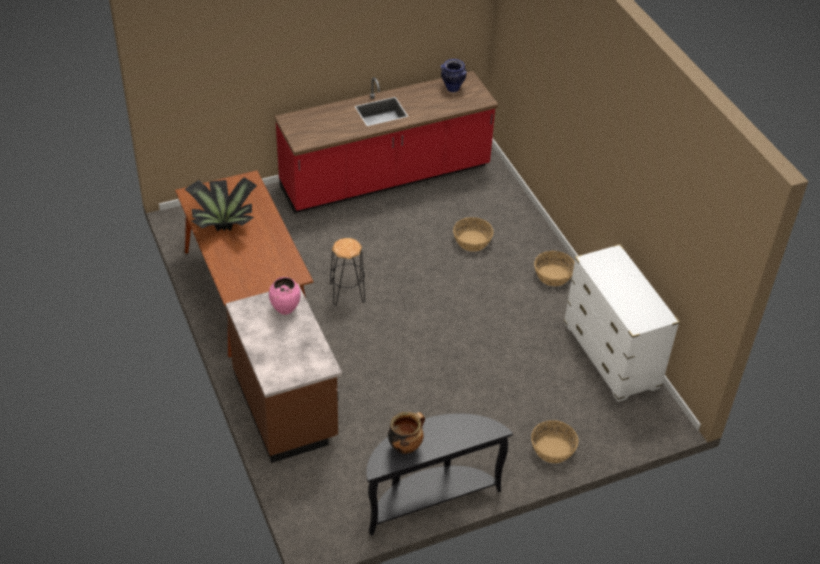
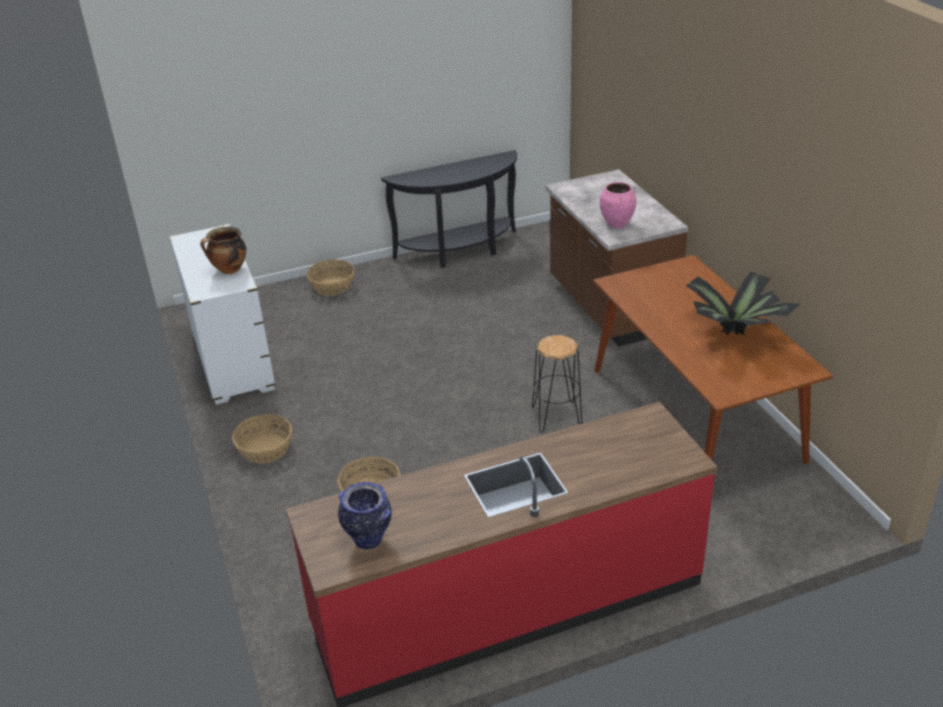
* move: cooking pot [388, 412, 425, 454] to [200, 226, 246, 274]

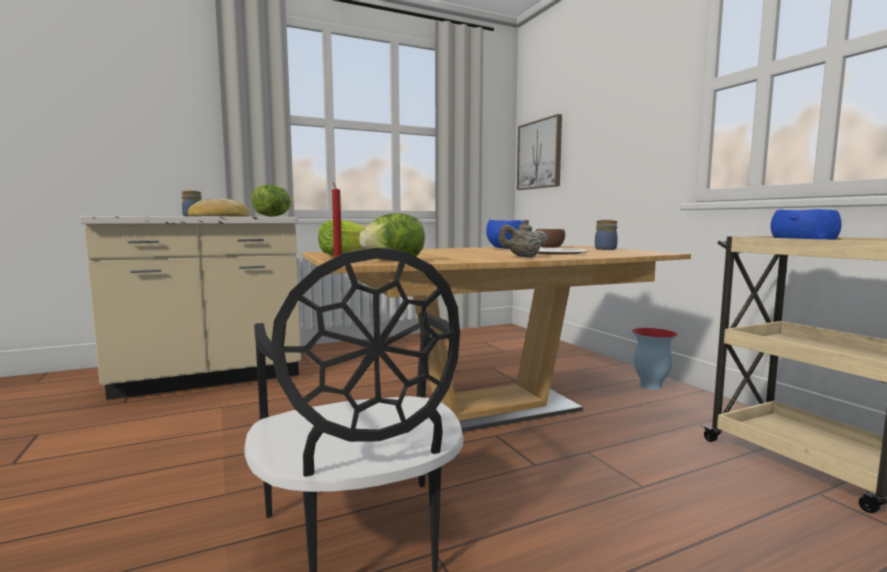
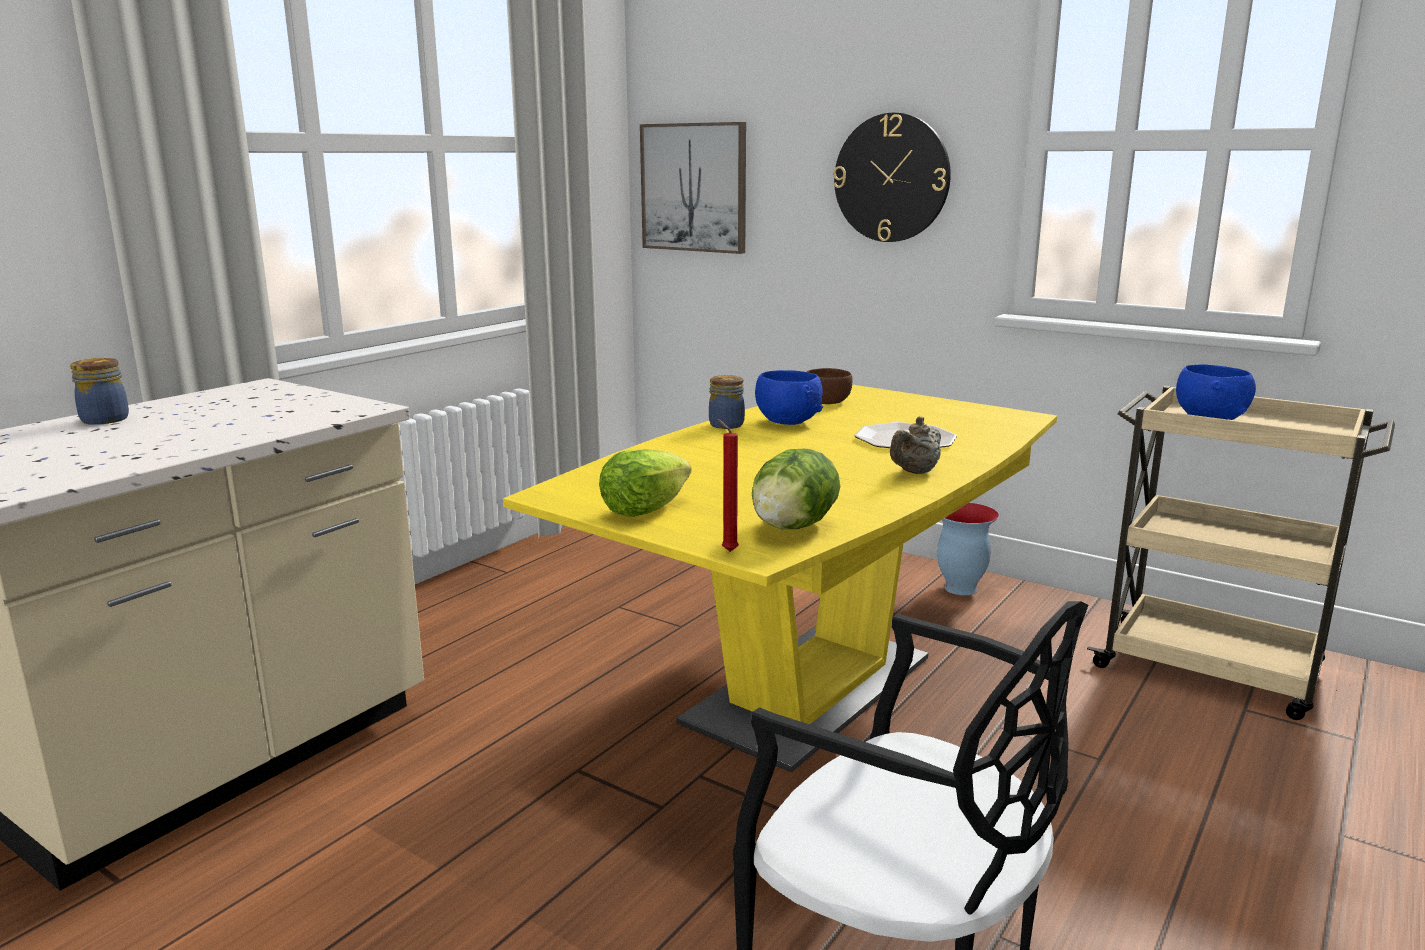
* delete: bread [188, 198, 250, 217]
* delete: lettuce [251, 184, 292, 217]
* insert: wall clock [833, 113, 951, 242]
* move: jar [595, 220, 617, 250] to [709, 375, 745, 429]
* recolor: brown dining table [302, 246, 691, 432] to yellow dining table [503, 385, 1057, 772]

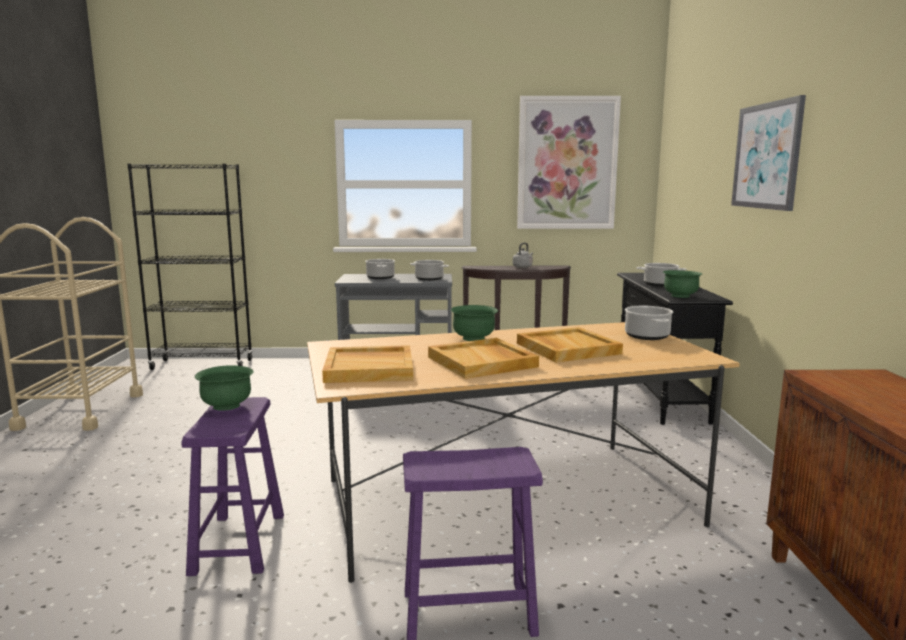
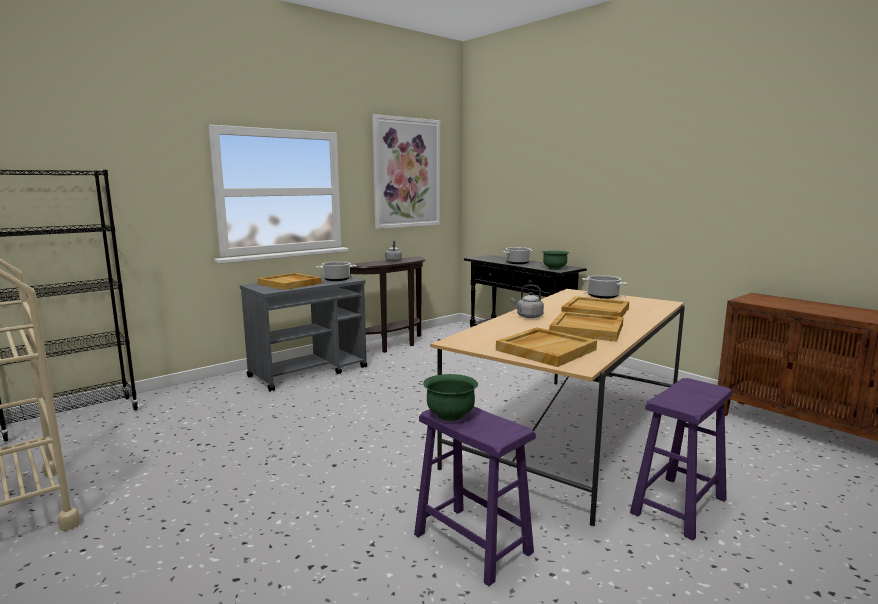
* delete: picture [731, 95, 806, 211]
* replace: cooking pot [365, 259, 395, 279] to beige tray [258, 273, 322, 290]
* replace: green bowl [451, 305, 498, 341] to grey kettle [511, 285, 544, 318]

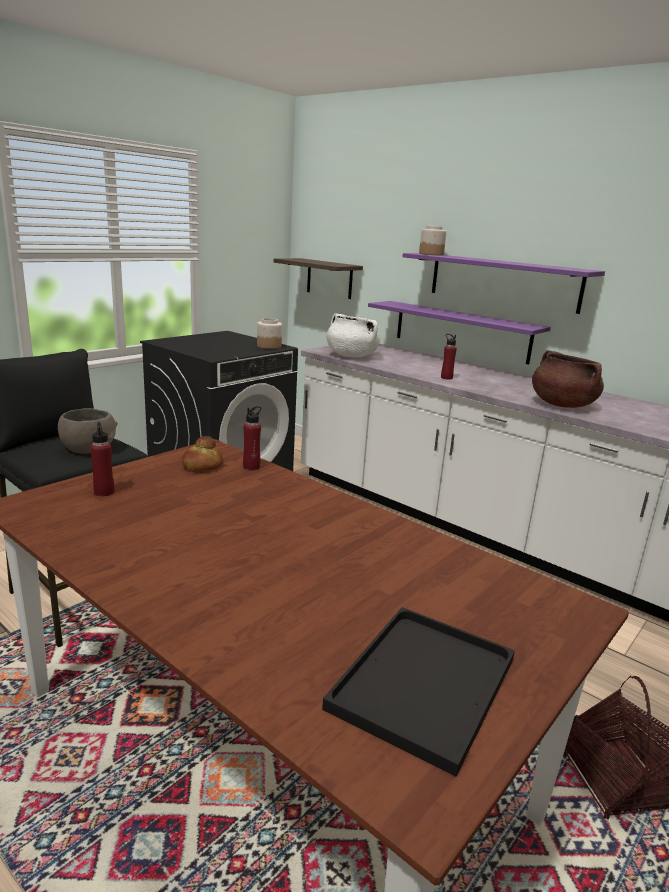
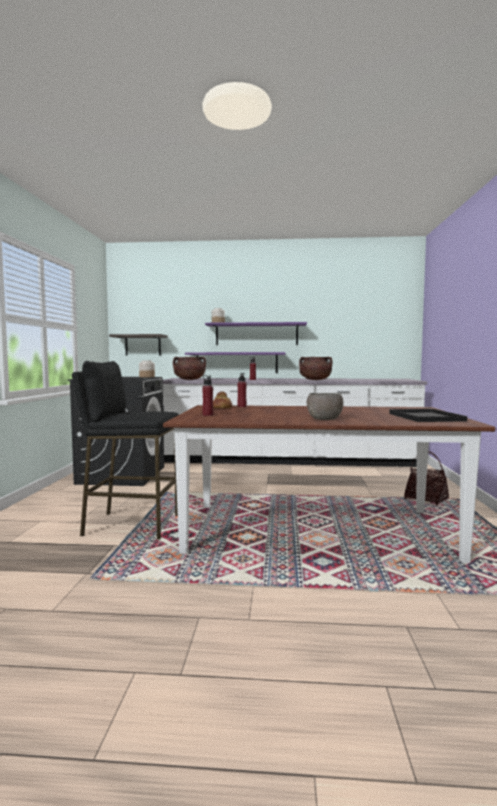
* move: grey bowl [58, 408, 118, 454] to [307, 393, 343, 420]
* recolor: white cooking pot [326, 313, 380, 357] to brown cooking pot [173, 357, 206, 380]

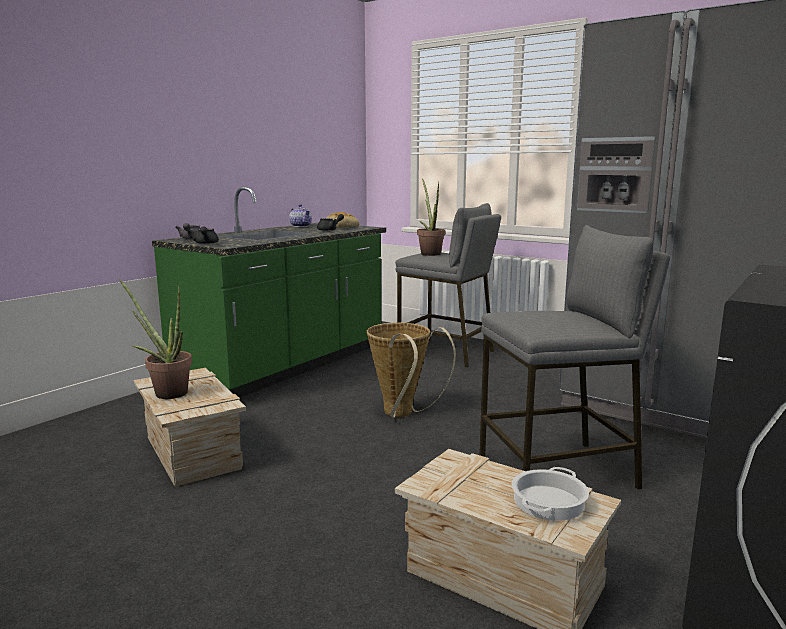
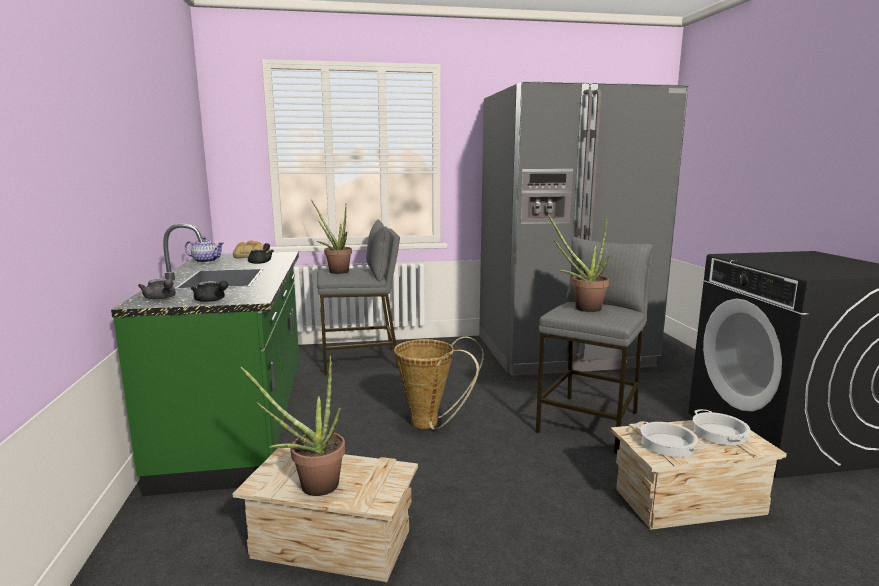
* insert: potted plant [548, 214, 610, 312]
* insert: cooking pot [635, 421, 706, 457]

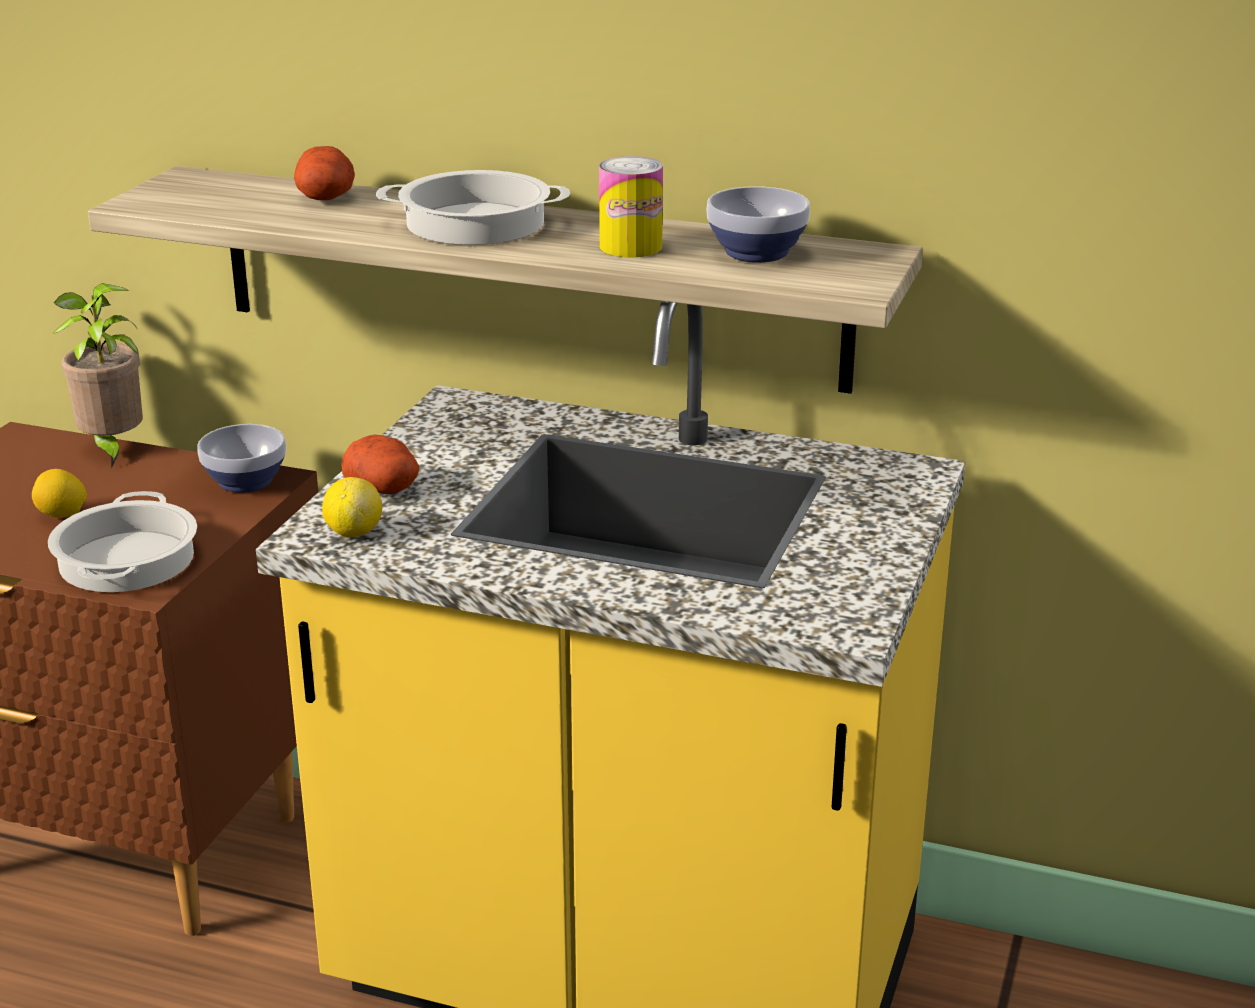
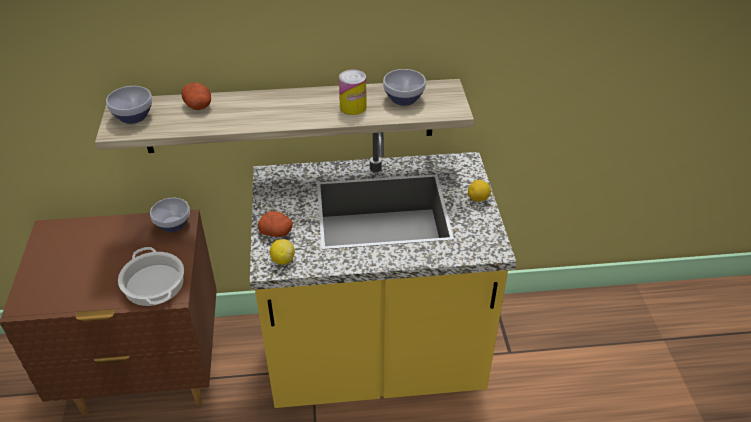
* delete: potted plant [53, 283, 143, 469]
* delete: cooking pot [376, 170, 570, 245]
* insert: bowl [106, 86, 152, 124]
* move: lemon [32, 469, 87, 518] to [468, 180, 491, 202]

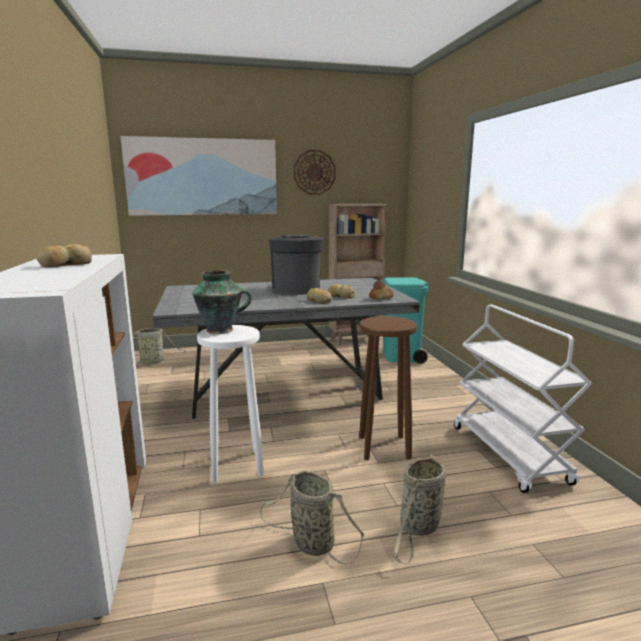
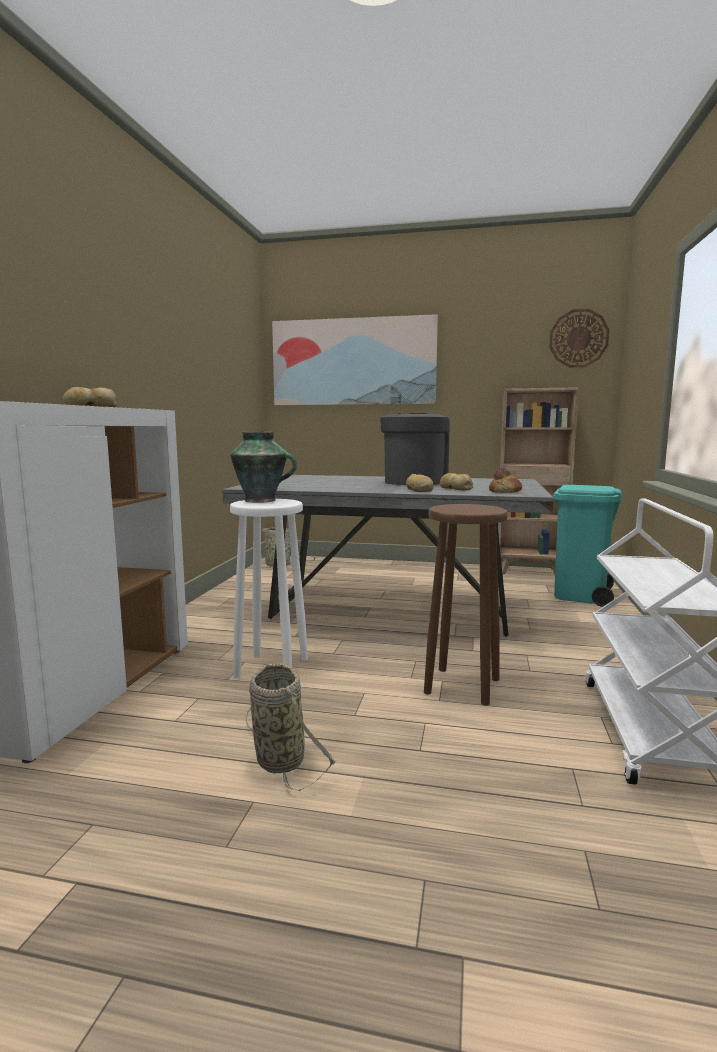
* delete: basket [394, 454, 446, 564]
* move: wall clock [294, 150, 336, 195] to [549, 309, 610, 368]

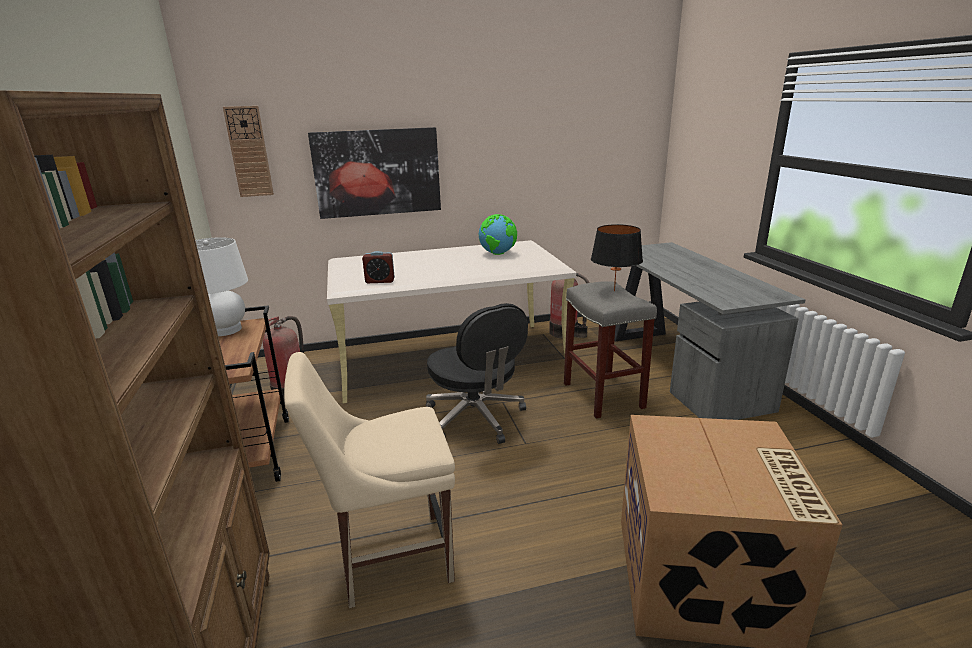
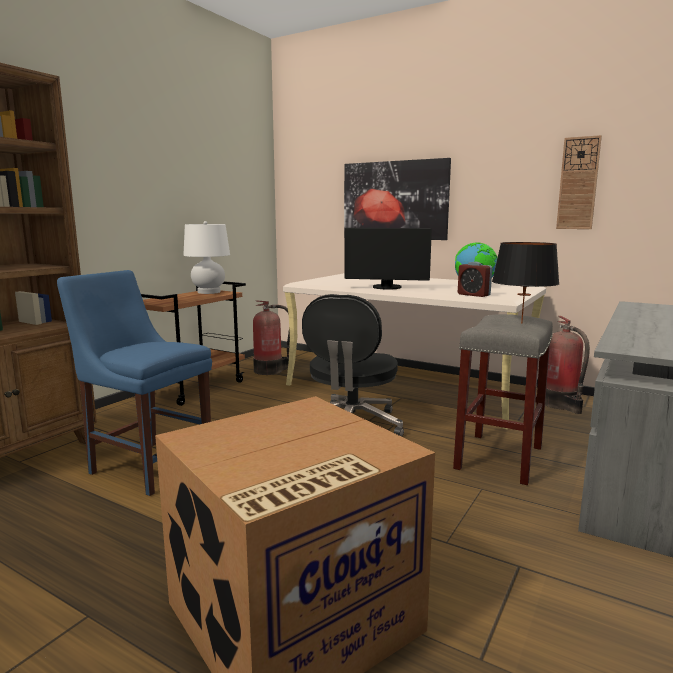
* insert: monitor [344, 228, 432, 289]
* move: wall clock [223, 106, 274, 197] to [556, 135, 602, 229]
* move: alarm clock [362, 251, 395, 283] to [458, 262, 492, 297]
* recolor: beige chair [284, 352, 455, 608] to blue chair [57, 270, 212, 496]

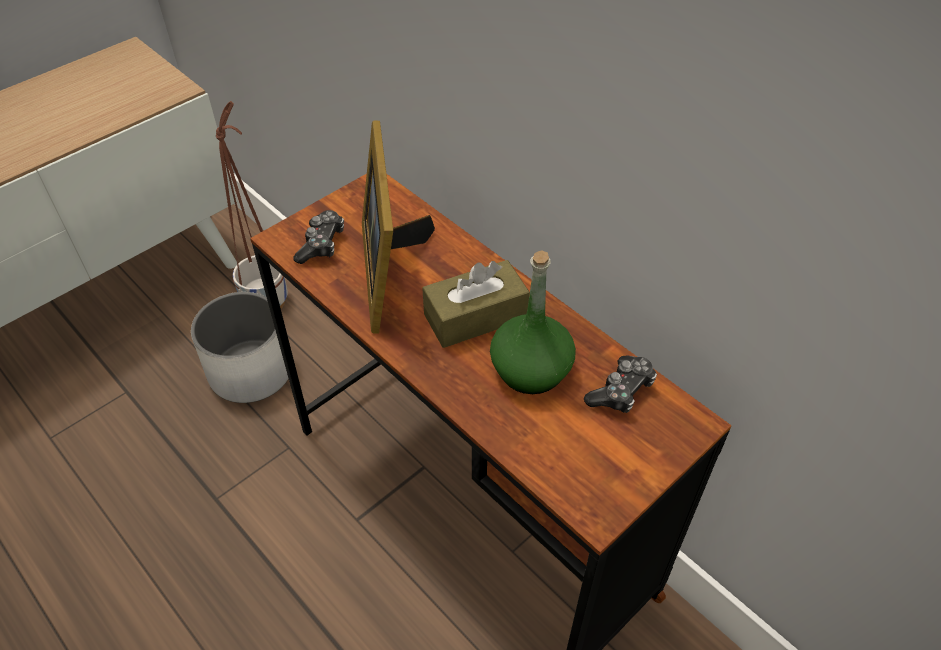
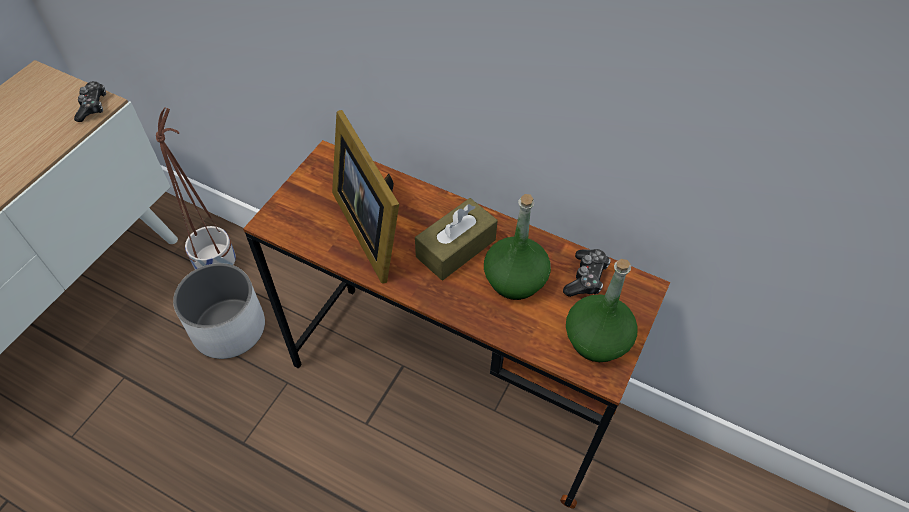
* insert: green bottle [566, 259, 637, 362]
* move: game controller [293, 210, 344, 264] to [74, 81, 106, 122]

